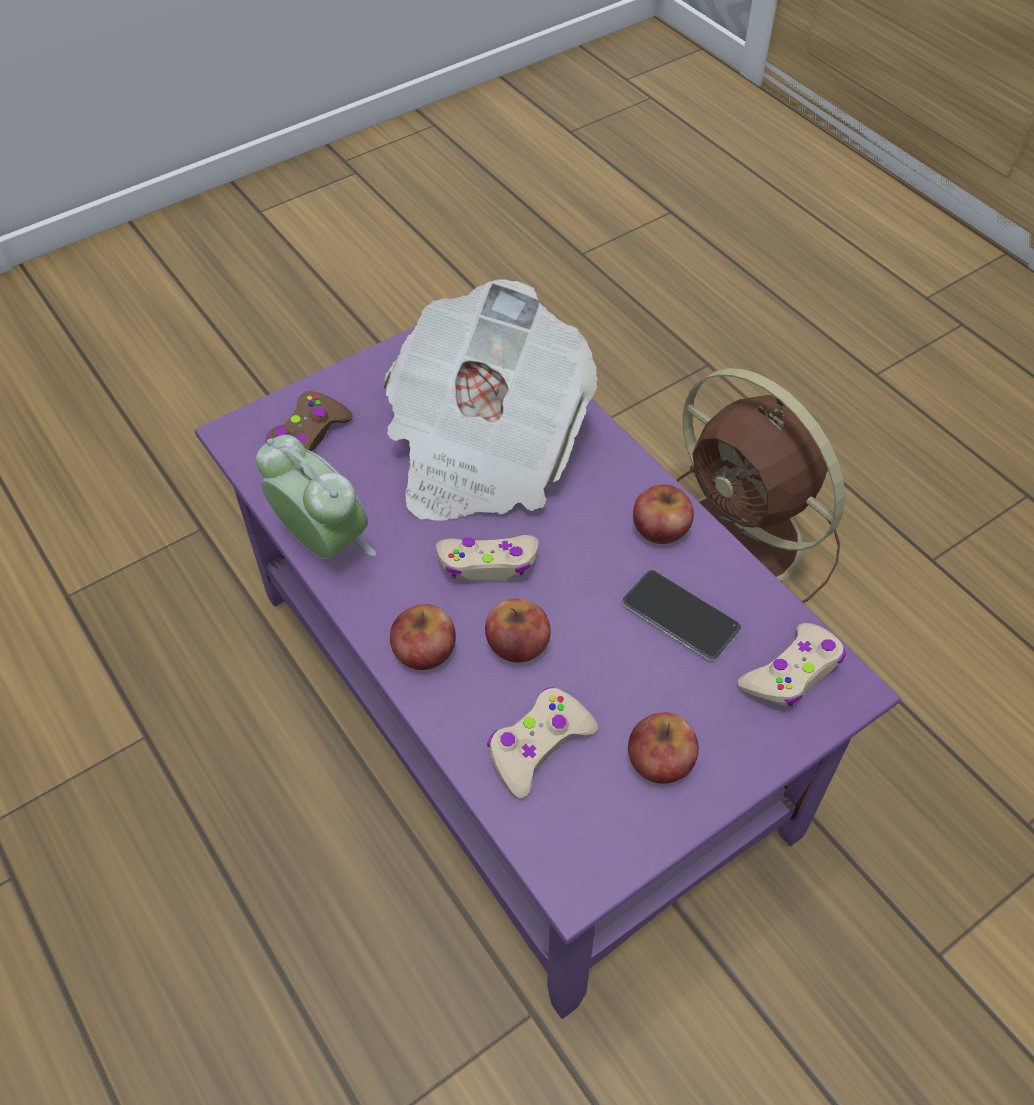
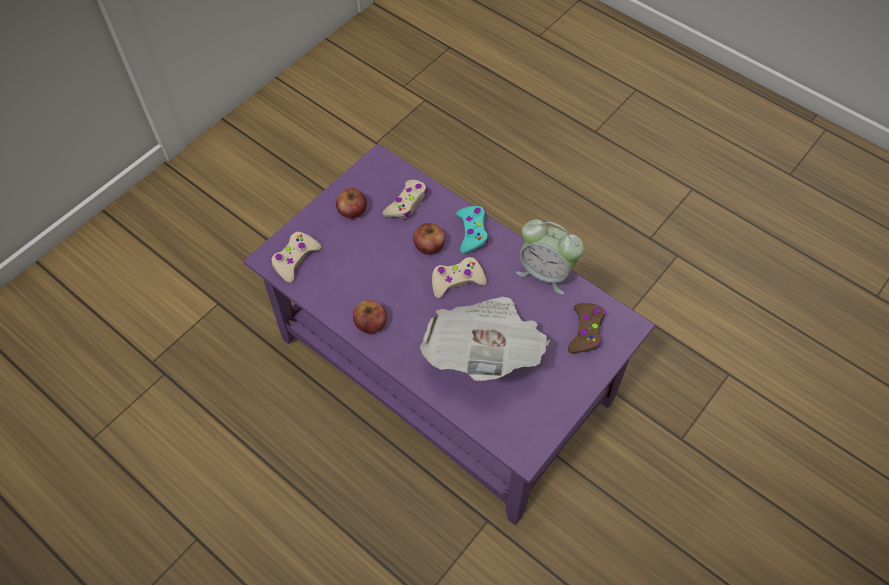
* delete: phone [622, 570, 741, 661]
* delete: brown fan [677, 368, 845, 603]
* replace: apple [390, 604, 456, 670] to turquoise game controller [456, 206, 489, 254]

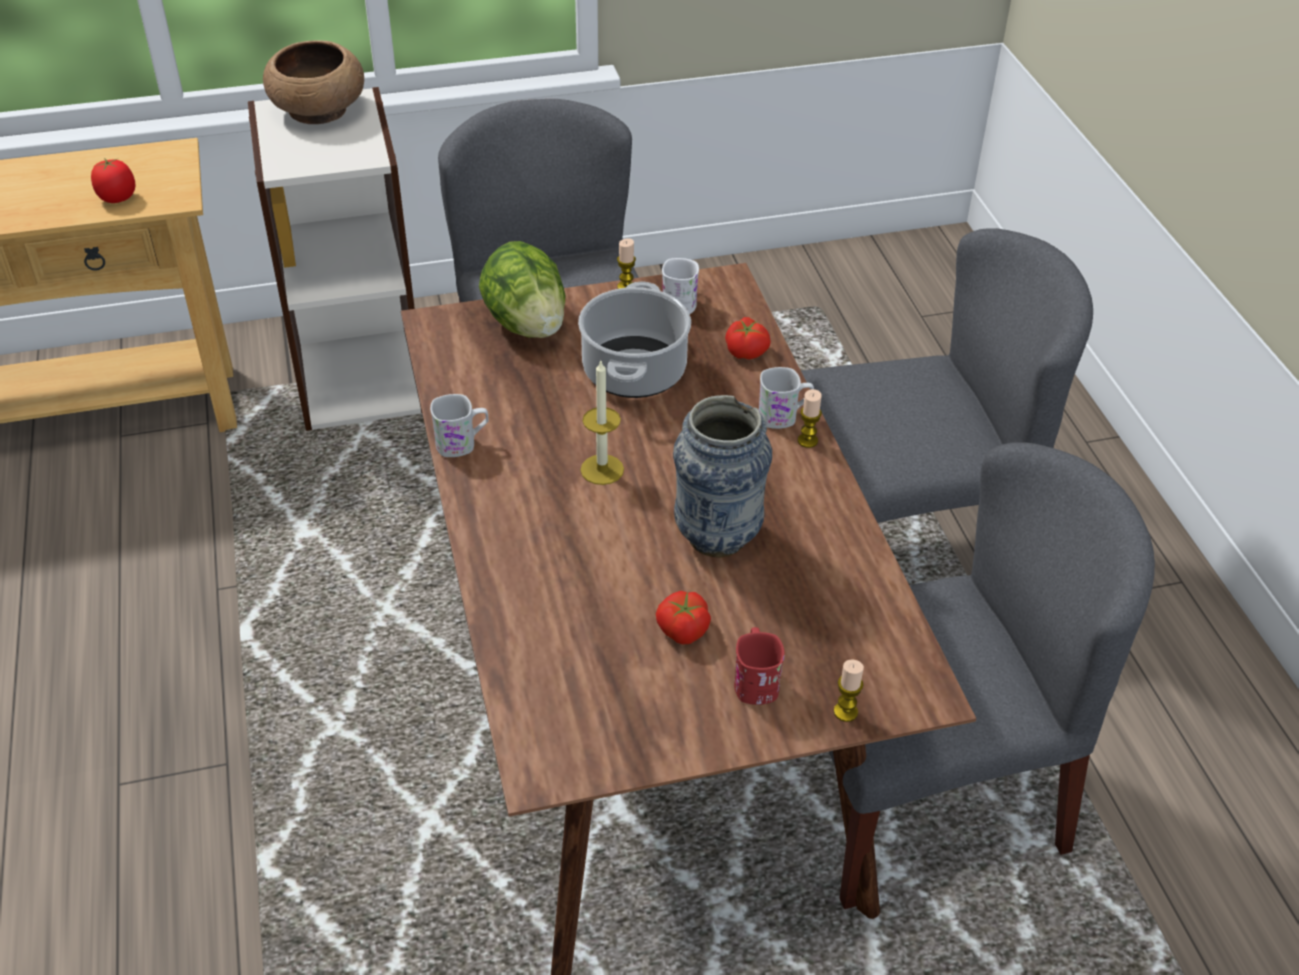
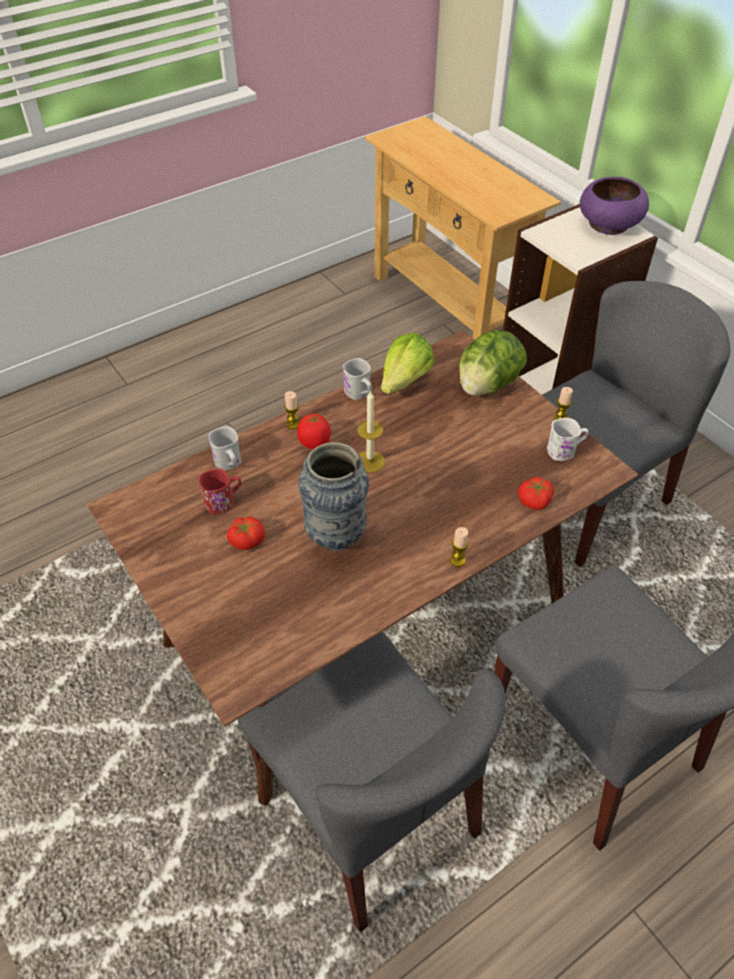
* delete: cooking pot [578, 282, 691, 398]
* insert: lettuce [381, 333, 435, 394]
* move: tomato [91, 158, 135, 203] to [297, 414, 331, 449]
* move: red mug [734, 627, 785, 705] to [199, 468, 241, 514]
* move: white mug [759, 367, 814, 429] to [208, 426, 241, 470]
* move: candle [834, 660, 864, 722] to [284, 391, 299, 429]
* recolor: brown bowl [263, 40, 364, 124] to purple bowl [580, 177, 649, 235]

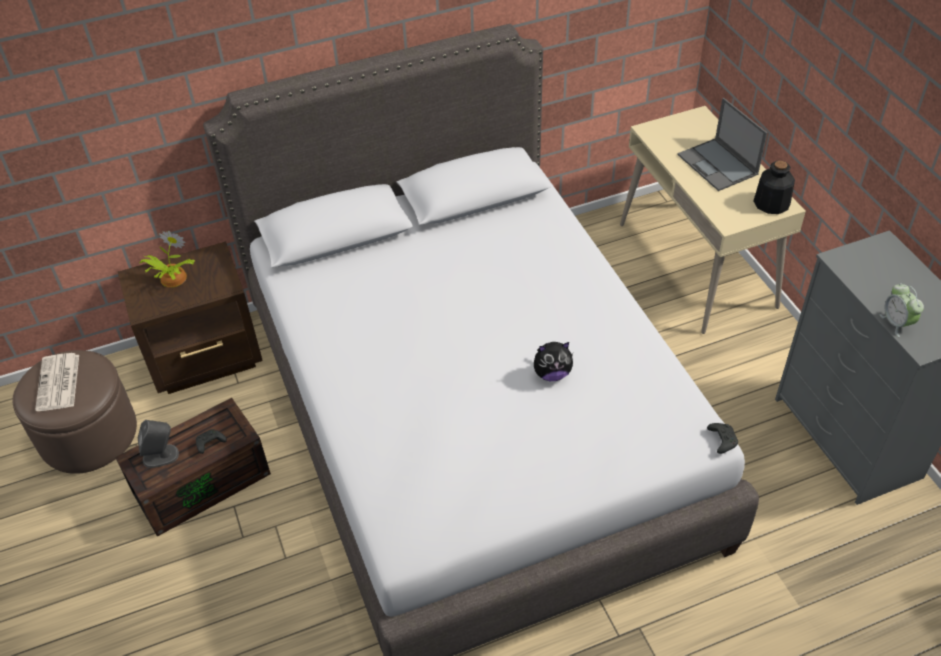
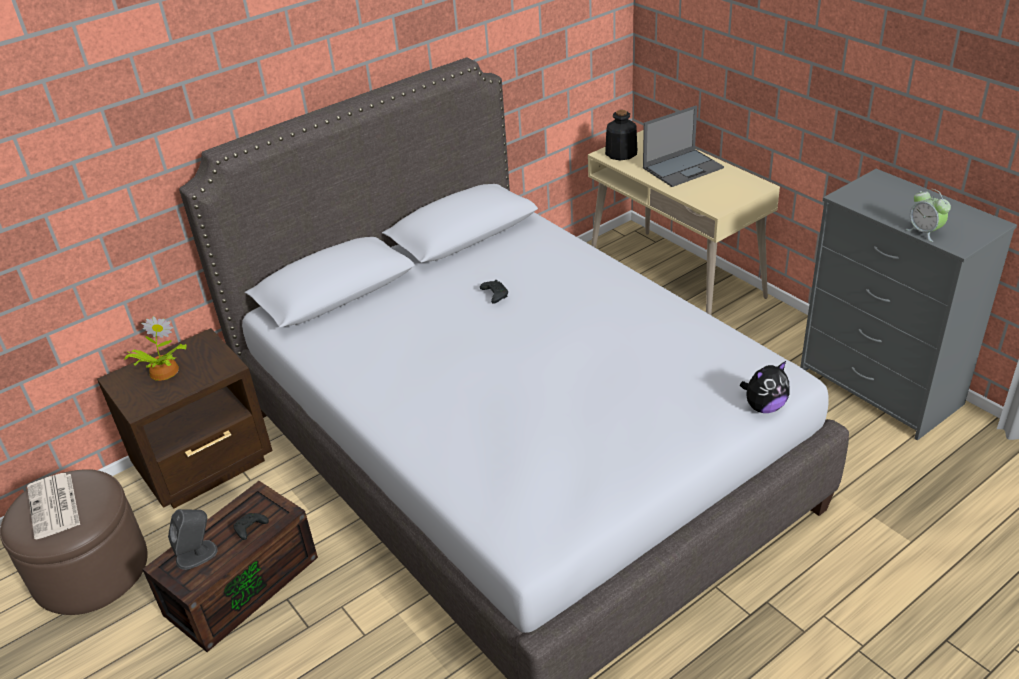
* move: plush toy [534, 342, 573, 381] to [740, 361, 790, 413]
* move: black game controller [707, 423, 738, 454] to [480, 280, 508, 304]
* move: bottle [753, 161, 795, 214] to [605, 110, 637, 161]
* rotate: laptop [677, 98, 768, 191] = [643, 105, 724, 187] 75 degrees counterclockwise

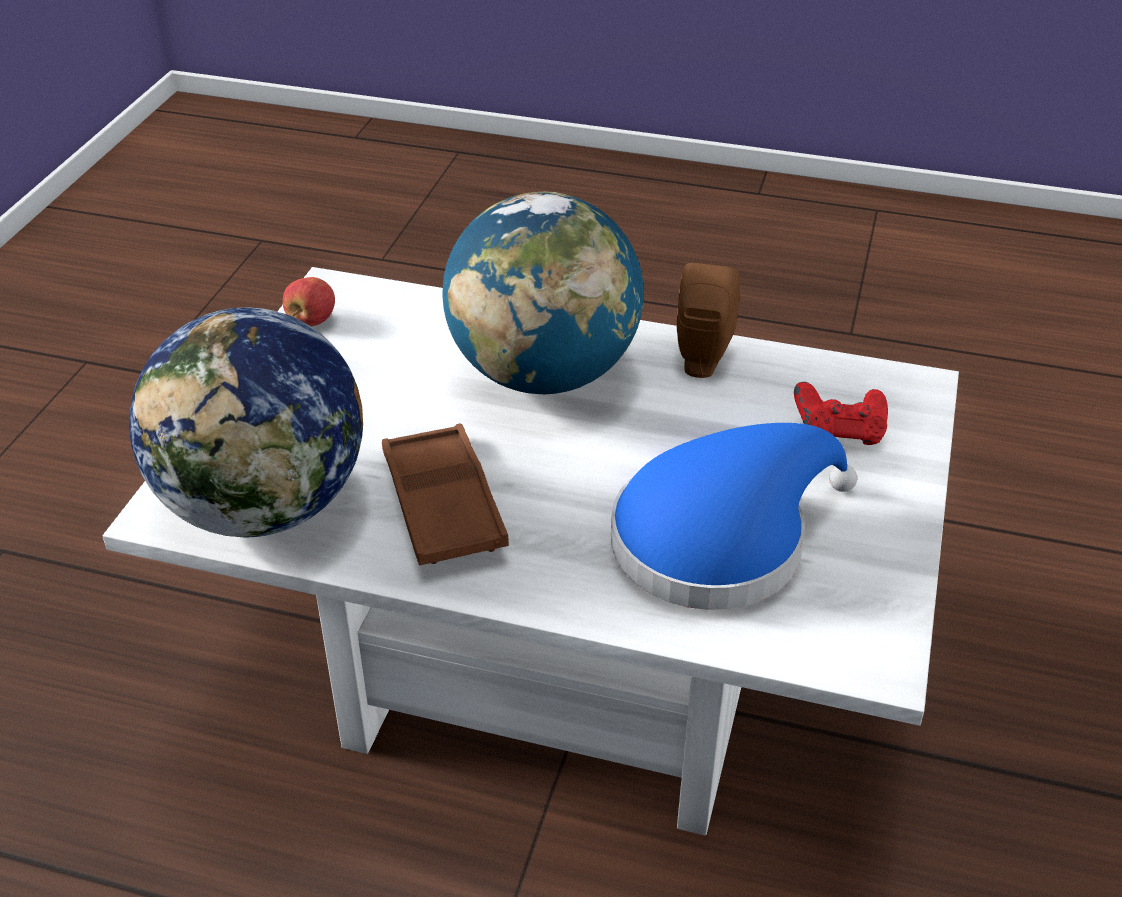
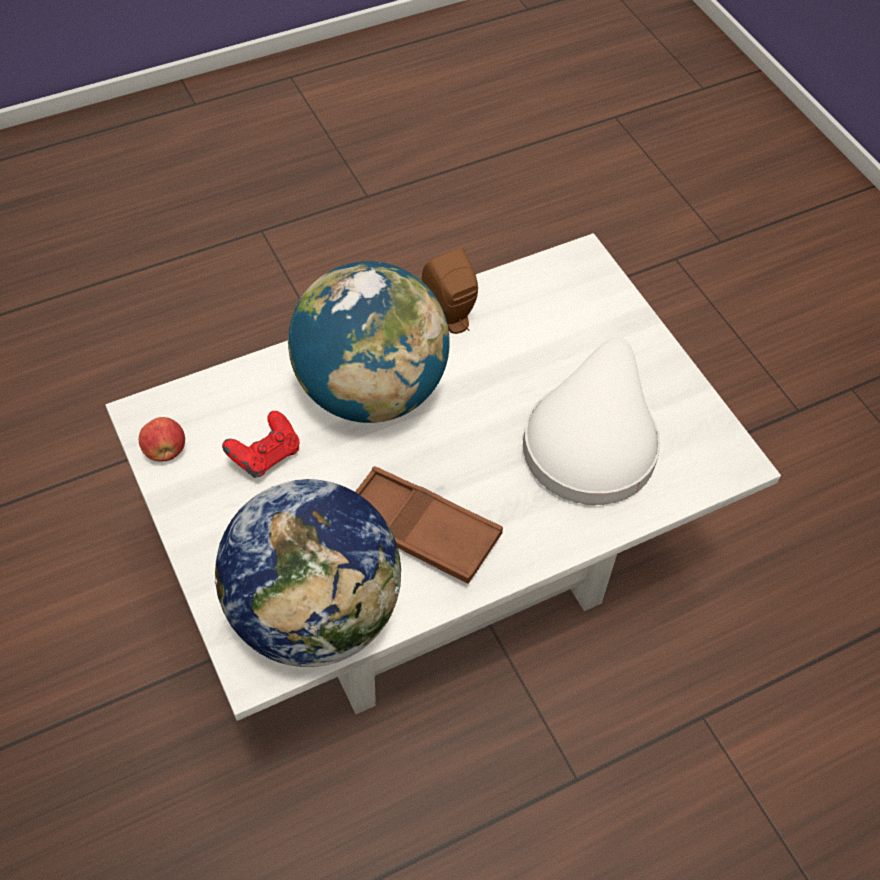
* move: red game controller [794, 382, 888, 445] to [222, 411, 299, 478]
* recolor: blue hat [611, 423, 857, 610] to white hat [523, 337, 661, 505]

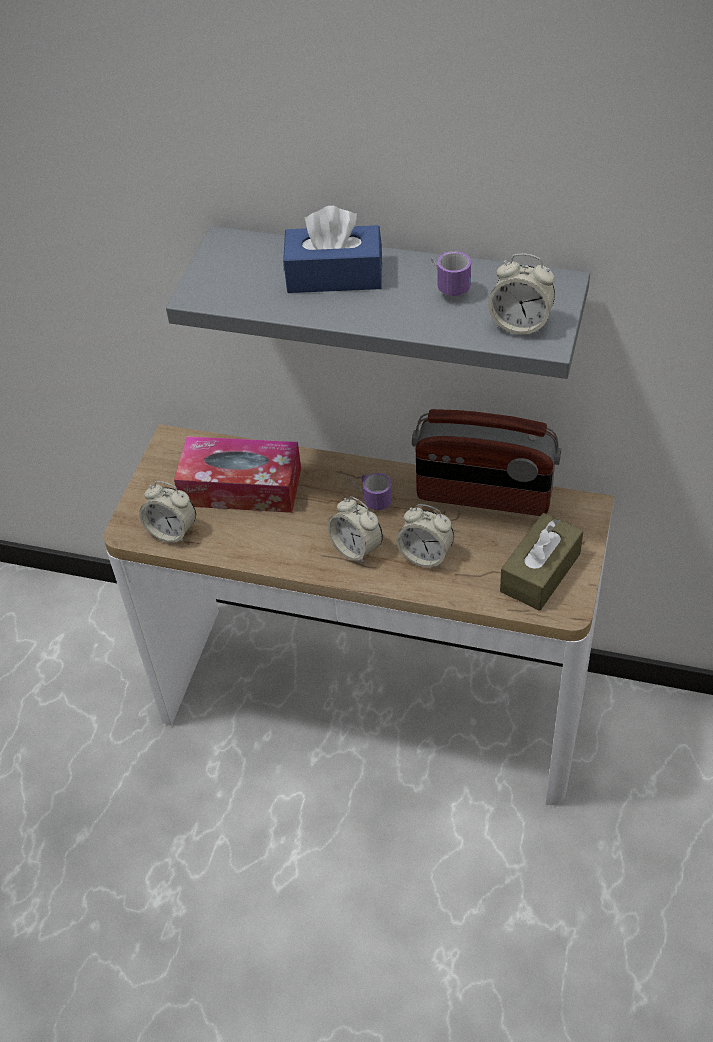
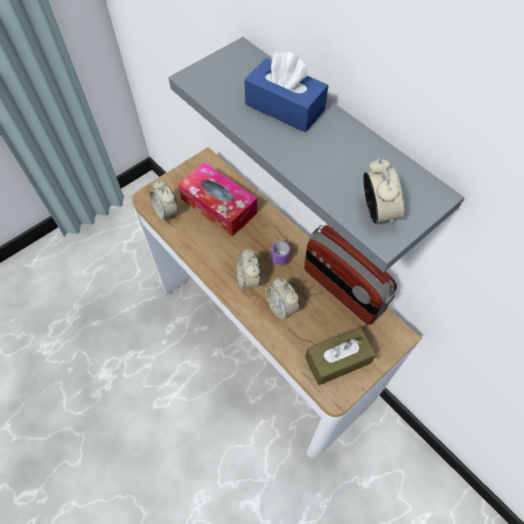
* delete: mug [431, 251, 471, 296]
* rotate: alarm clock [488, 253, 555, 335] = [363, 158, 404, 225] 150 degrees counterclockwise

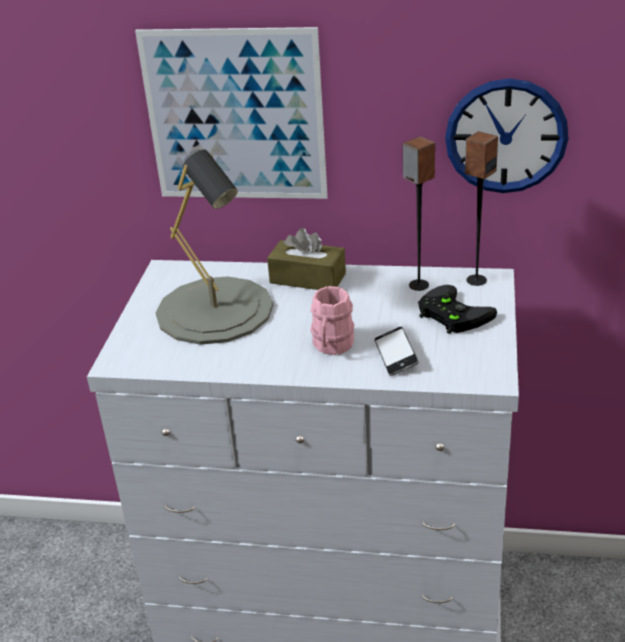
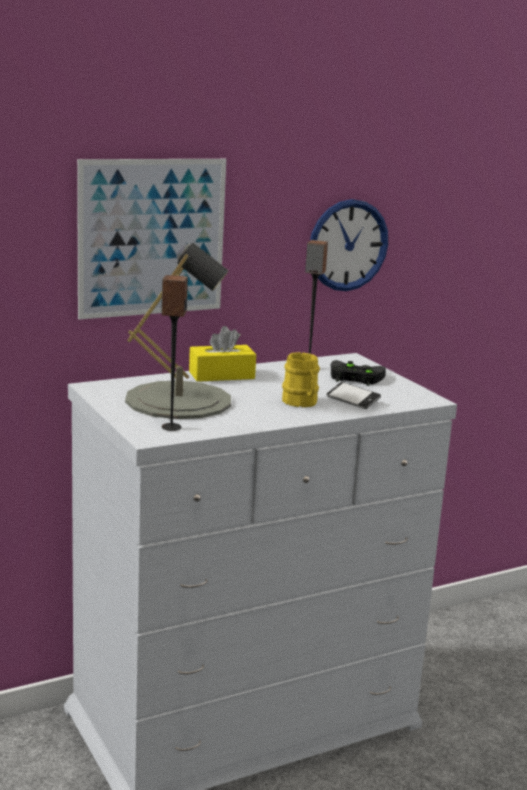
* move: speaker [465, 131, 498, 286] to [161, 275, 188, 431]
* recolor: brown tissue box [267, 228, 346, 290] to yellow tissue box [189, 326, 256, 382]
* recolor: pink mug [311, 286, 354, 355] to yellow mug [282, 352, 320, 407]

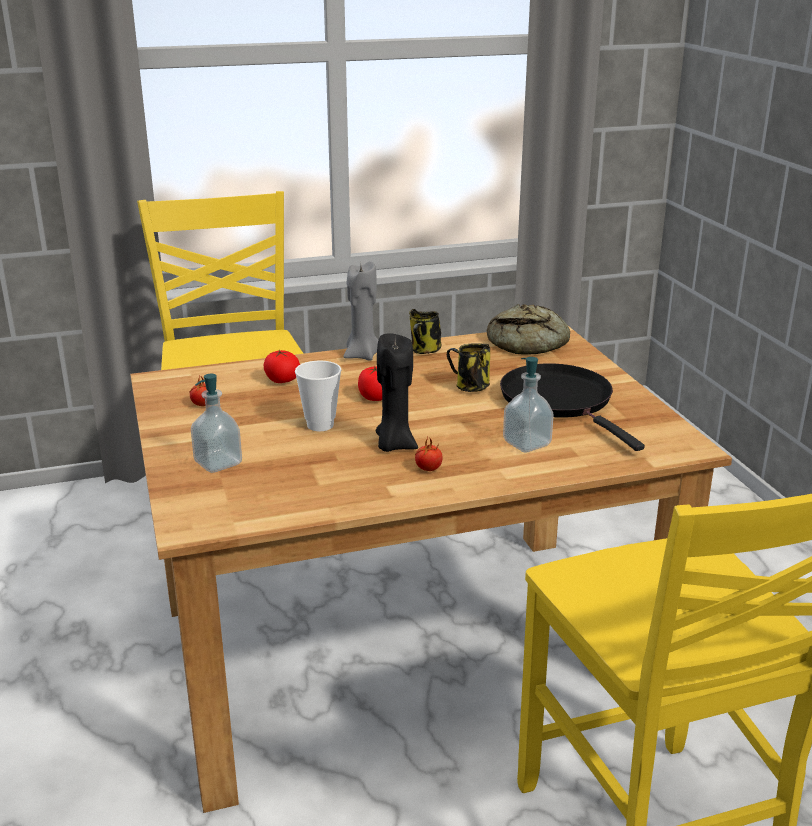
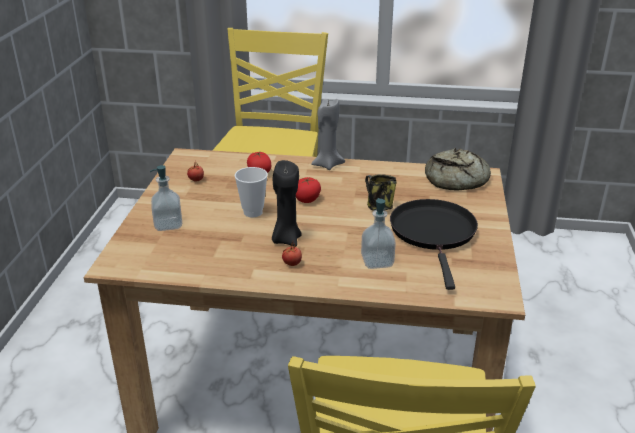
* delete: mug [409, 309, 441, 354]

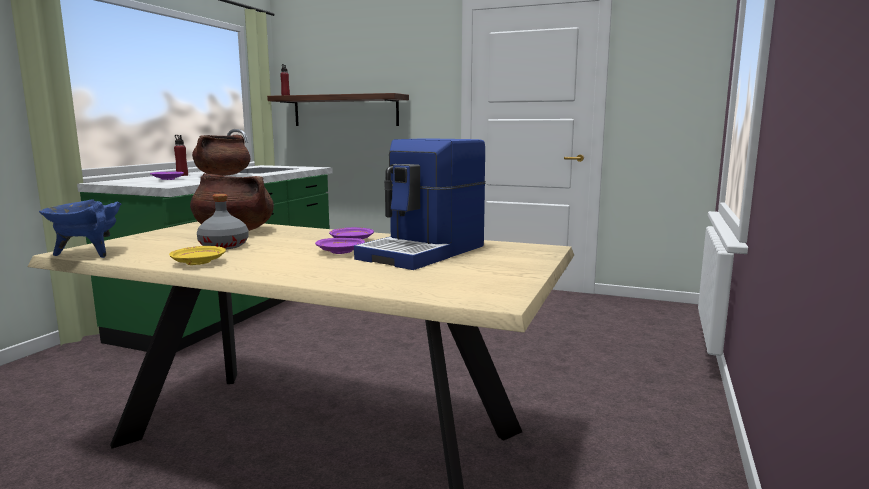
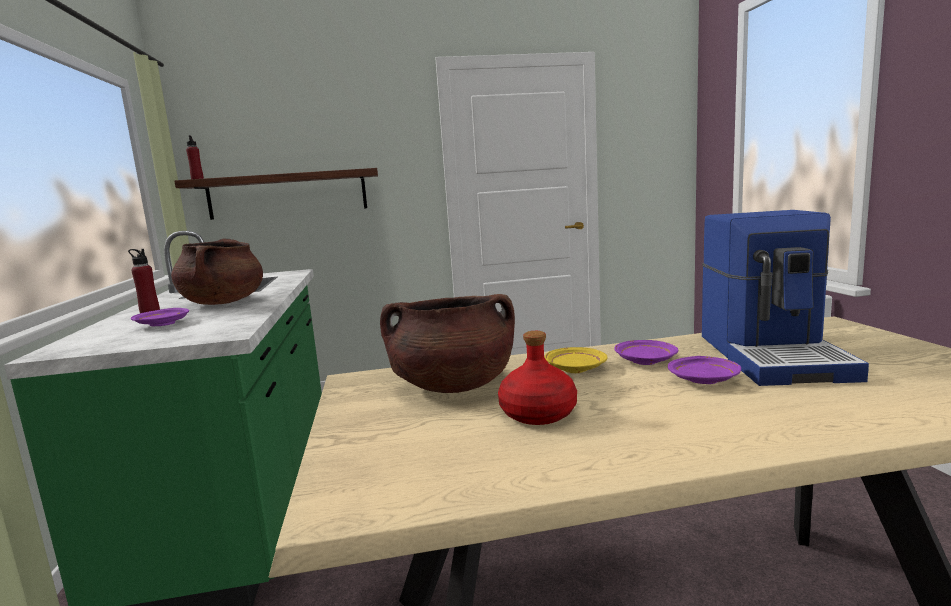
* delete: blue cooking pot [39, 199, 121, 258]
* move: yellow plate [169, 246, 226, 265] to [544, 347, 608, 373]
* recolor: grey bottle [197, 194, 249, 249] to red bottle [498, 331, 577, 425]

